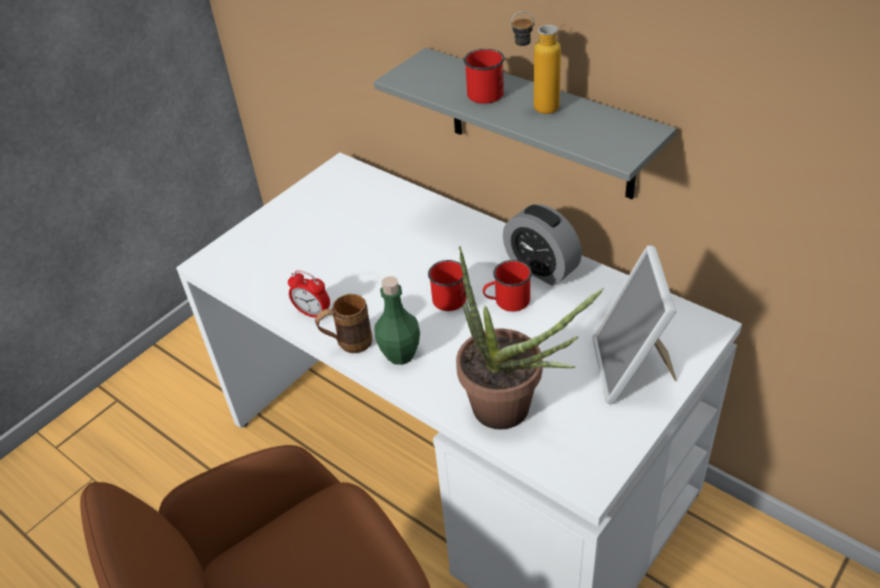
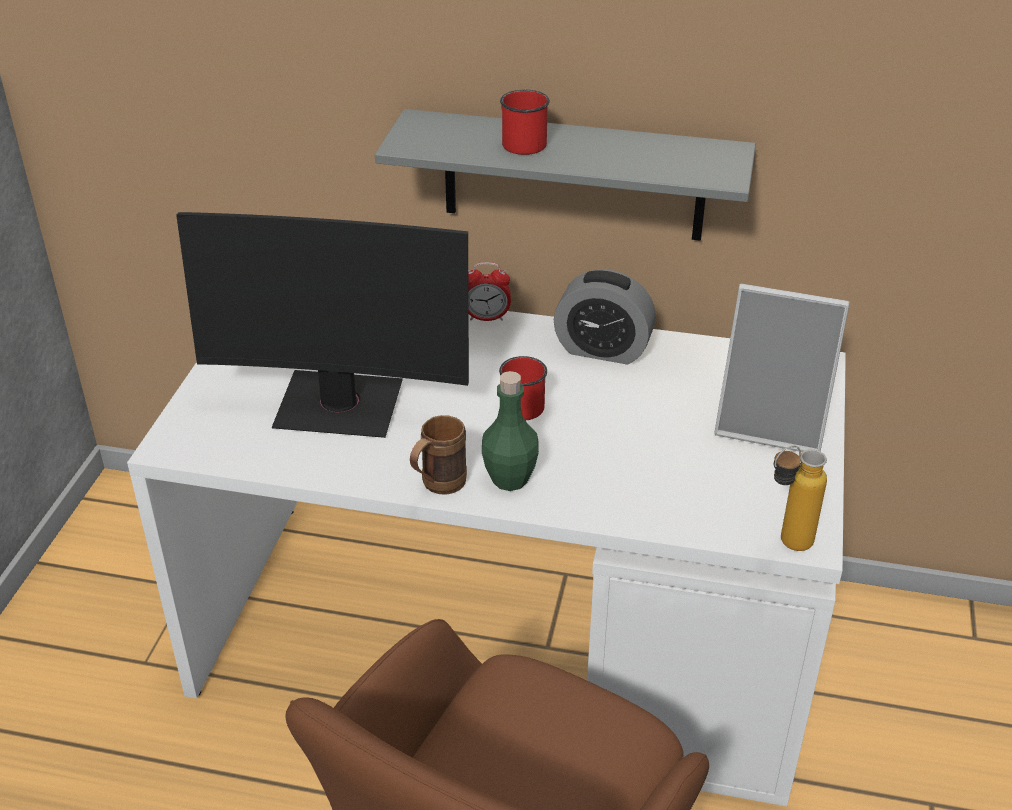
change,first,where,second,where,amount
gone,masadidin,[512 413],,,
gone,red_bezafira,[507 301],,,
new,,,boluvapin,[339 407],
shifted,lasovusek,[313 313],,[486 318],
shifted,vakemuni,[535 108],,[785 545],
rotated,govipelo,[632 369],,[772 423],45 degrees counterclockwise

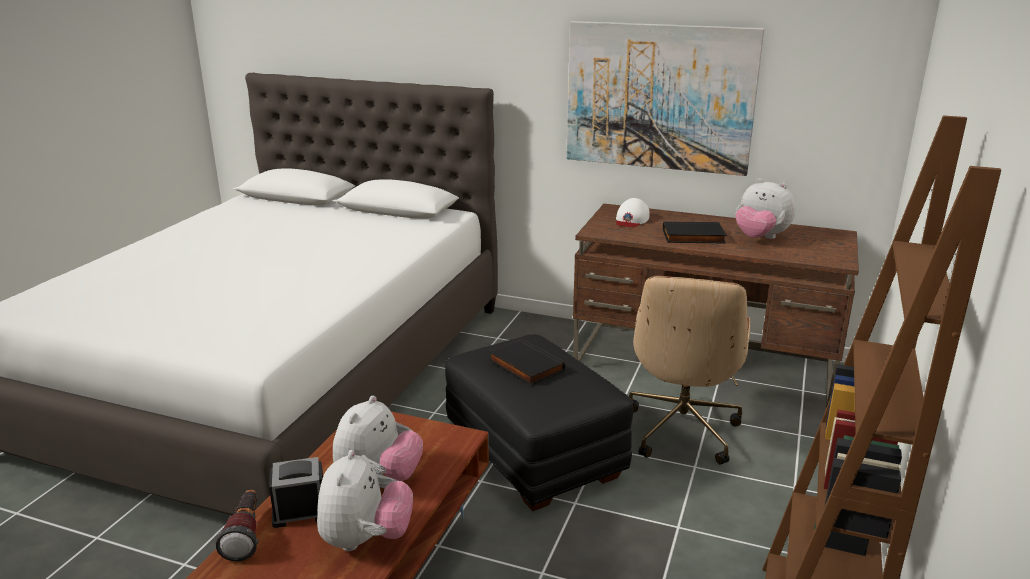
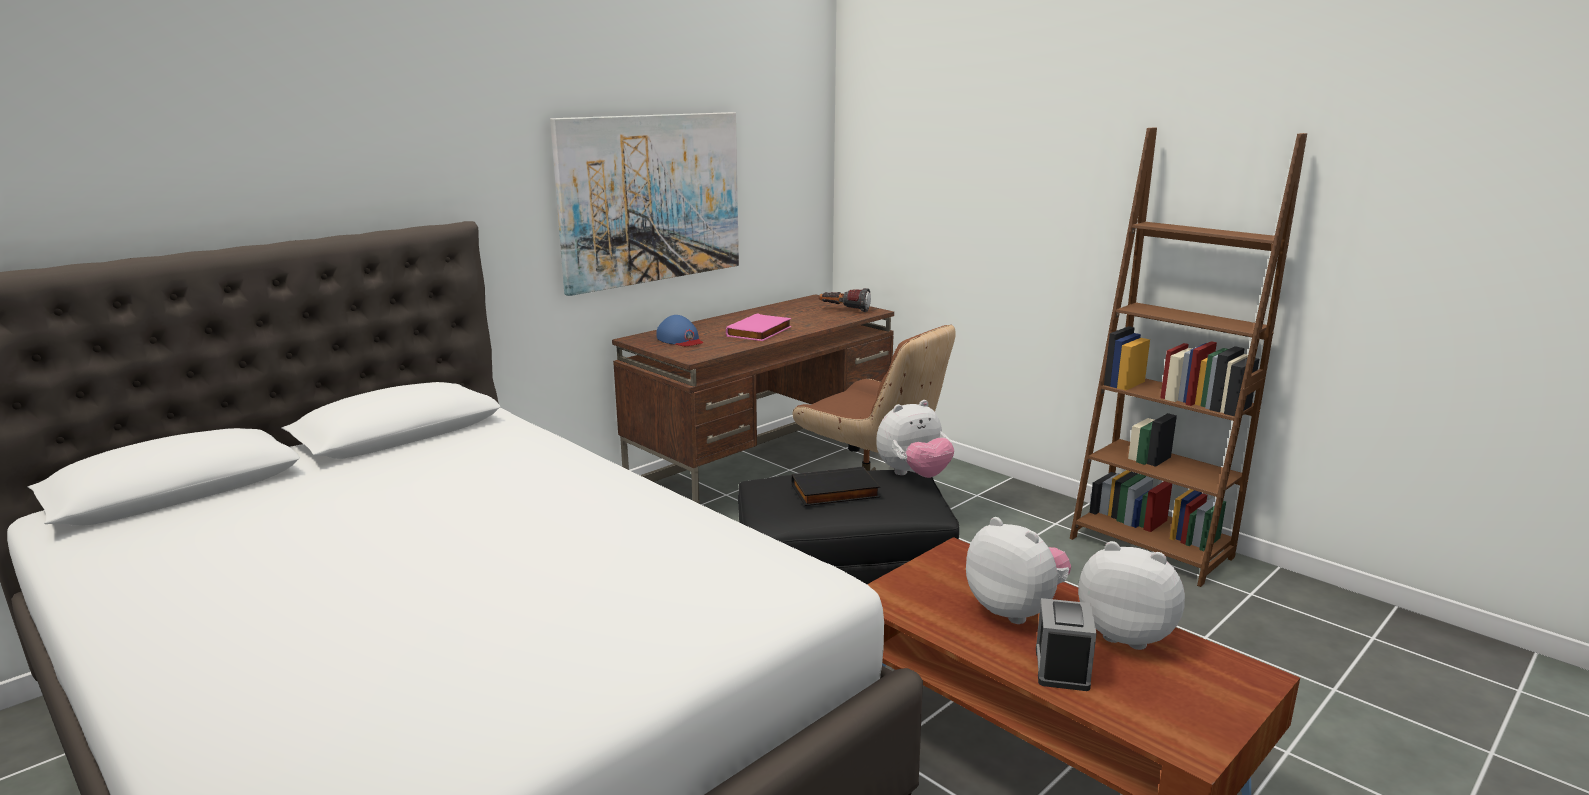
change,first,where,second,where,amount
shifted,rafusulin,[246 535],,[844 310],
shifted,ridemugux,[760 238],,[913 475],
repainted,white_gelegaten,[631 220],blue_gelegaten,[680 340],
repainted,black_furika,[693 237],pink_furika,[760 332],

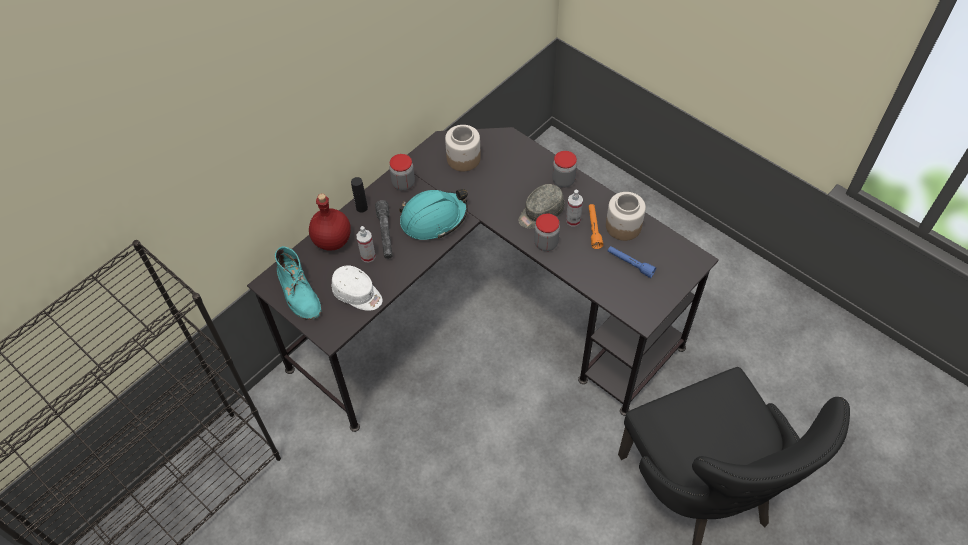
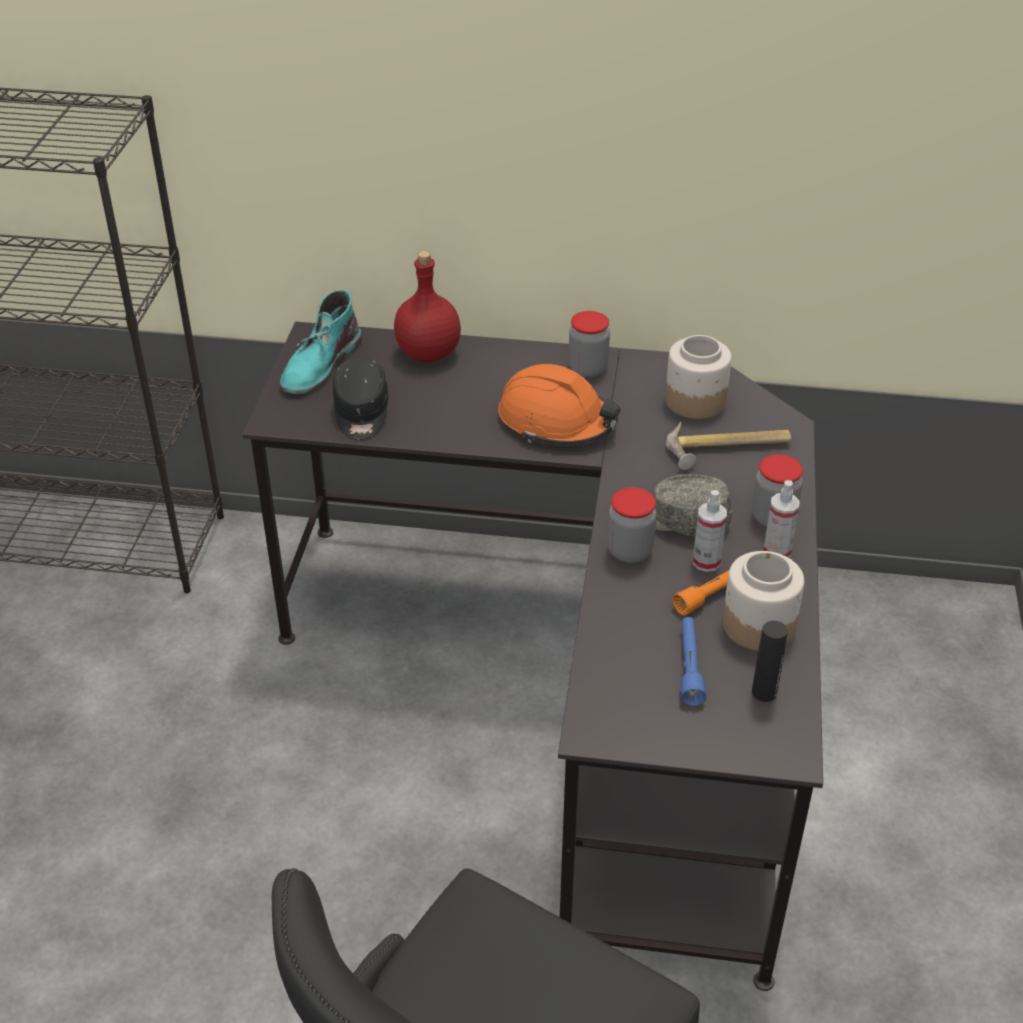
change,first,where,second,where,amount
gone,grey_rafusulin,[385 234],,,
new,,,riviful,[728 449],
shifted,black_vakemuni,[362 208],,[764 692],
shifted,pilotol,[368 256],,[777 552],
repainted,white_gelegaten,[358 294],black_gelegaten,[361 413],
repainted,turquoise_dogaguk,[434 218],orange_dogaguk,[557 421],

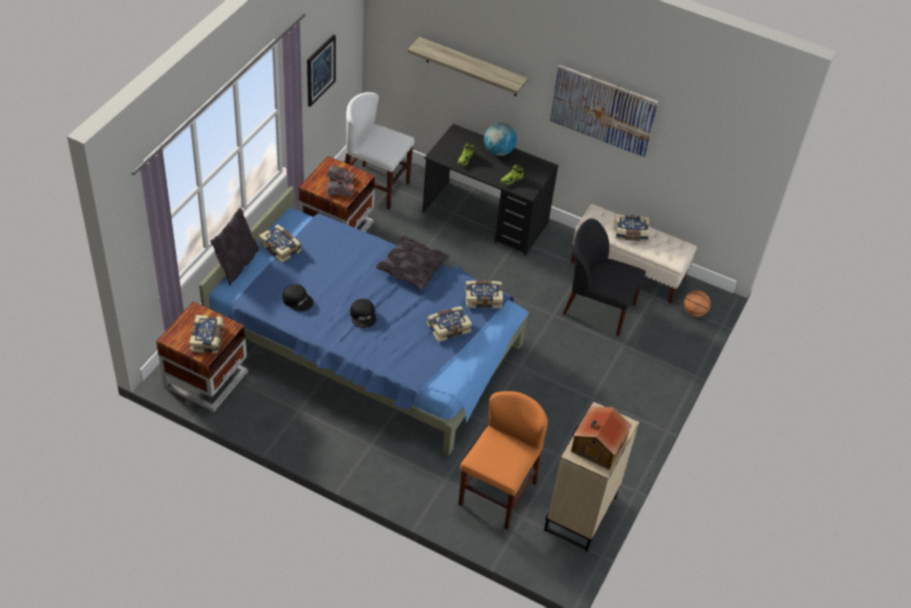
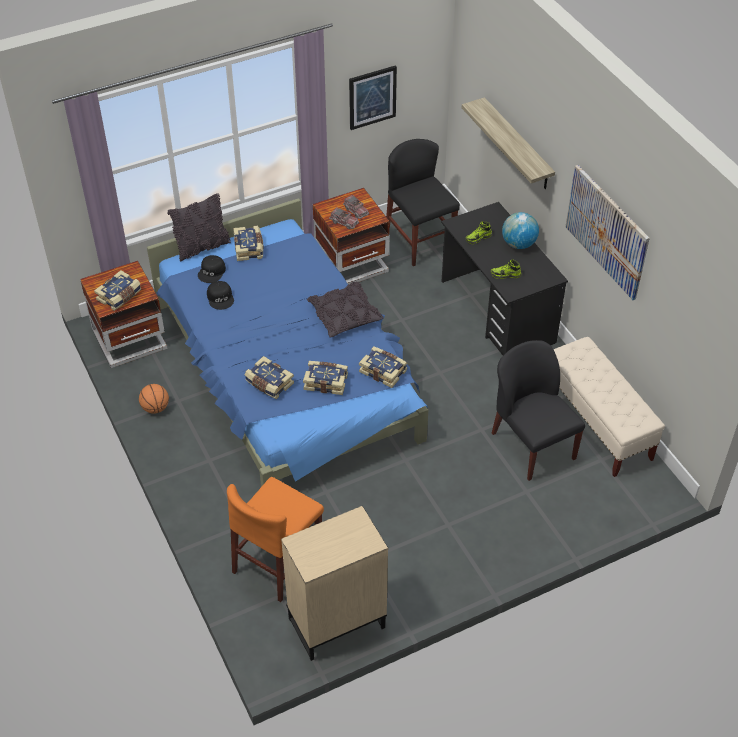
change,first,where,second,where,amount
gone,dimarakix,[597 446],,,
shifted,black_gelegaten,[363 315],,[212 272],
shifted,furika,[630 233],,[269 383],
shifted,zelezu,[694 312],,[155 408],
repainted,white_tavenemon,[376 187],black_tavenemon,[419 242],
rotated,orange_tavenemon,[497 494],,[277 562],150 degrees clockwise

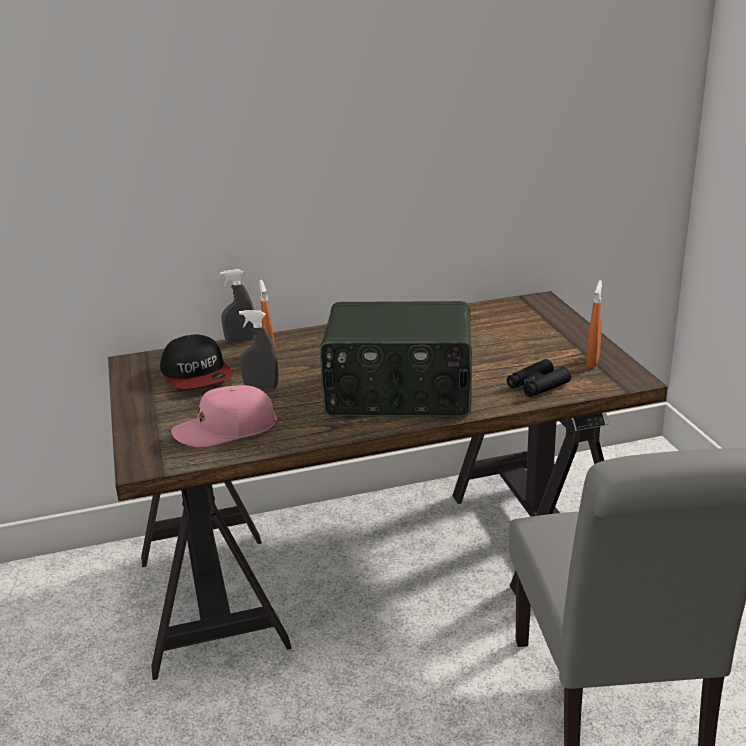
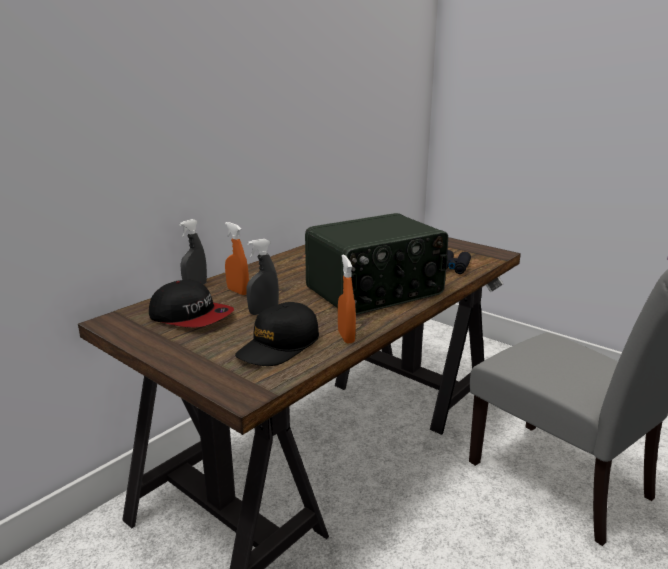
change,first,where,second,where,amount
shifted,orange_pilotol,[592 361],,[346 337],
repainted,pink_gelegaten,[225 429],black_gelegaten,[279 346],

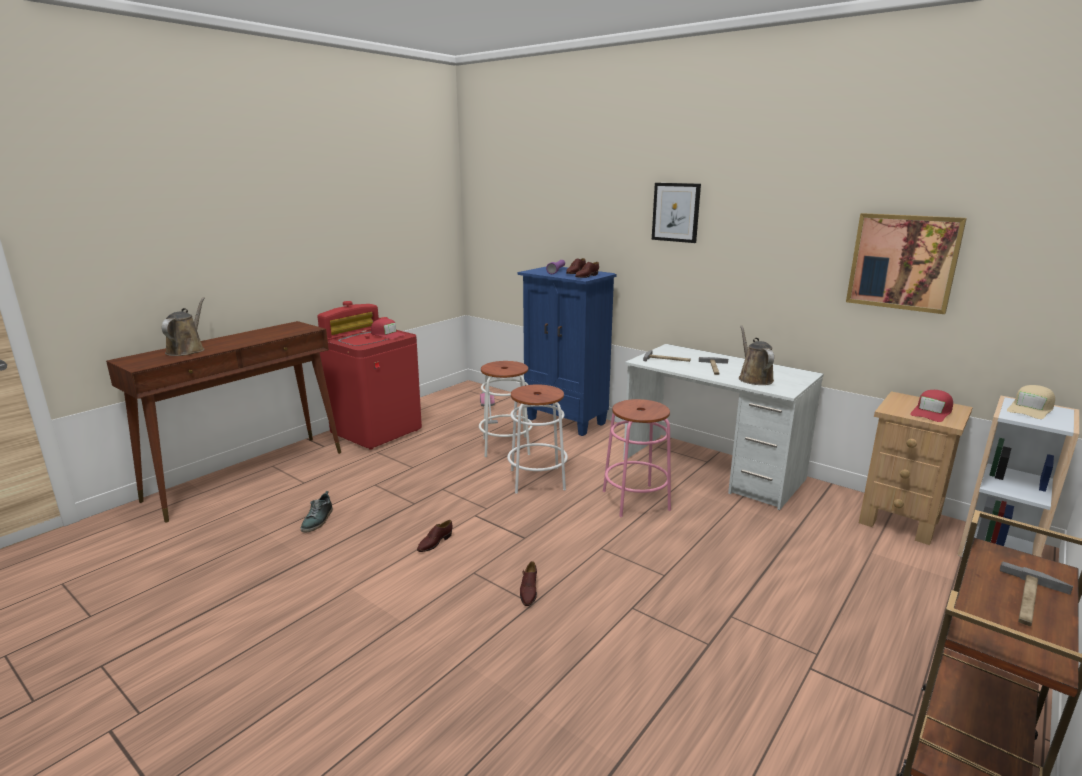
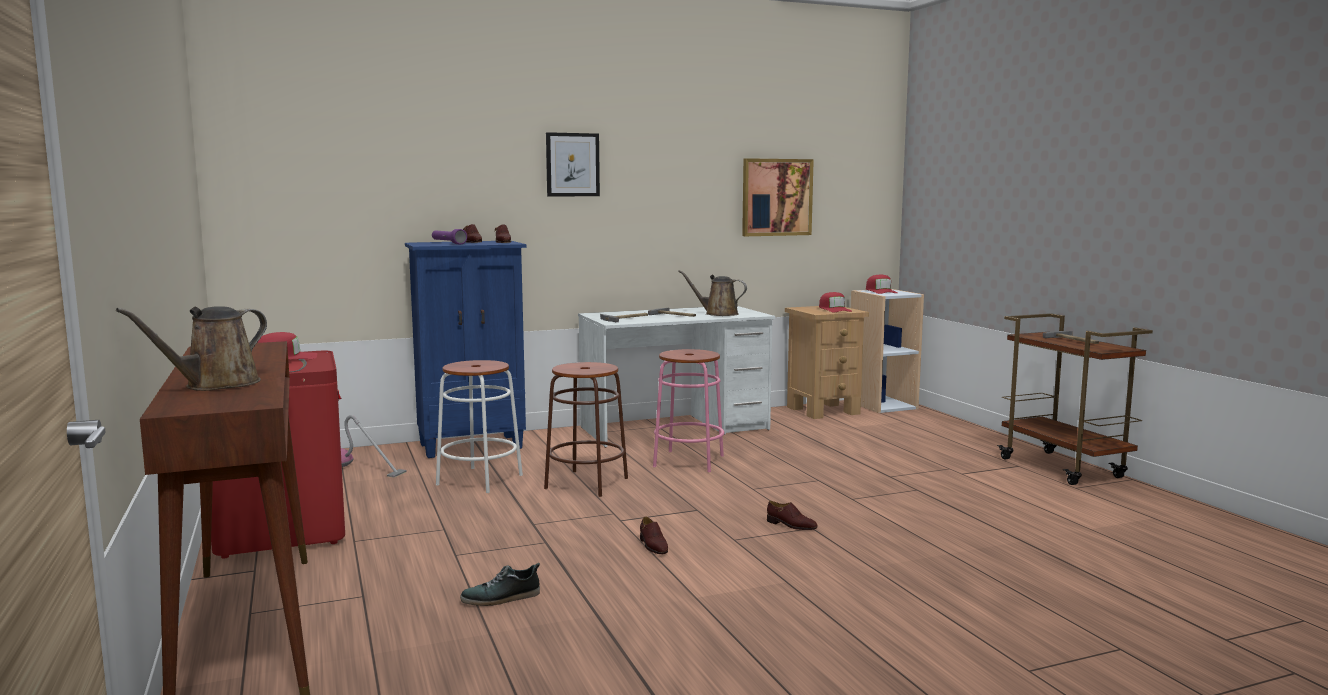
change,first,where,second,where,amount
repainted,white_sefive,[537 479],brown_sefive,[586 483],
repainted,beige_gelegaten,[1030 409],red_gelegaten,[880 291],
rotated,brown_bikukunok,[187 350],,[216 385],90 degrees counterclockwise
rotated,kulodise,[318 520],,[501 598],120 degrees clockwise

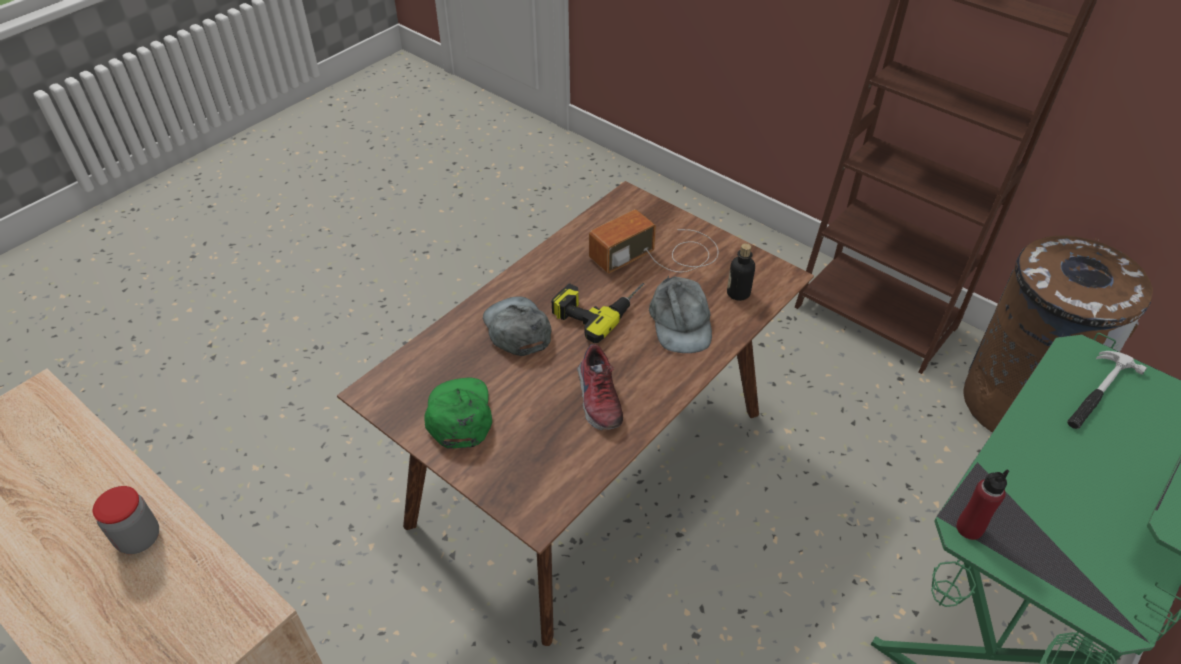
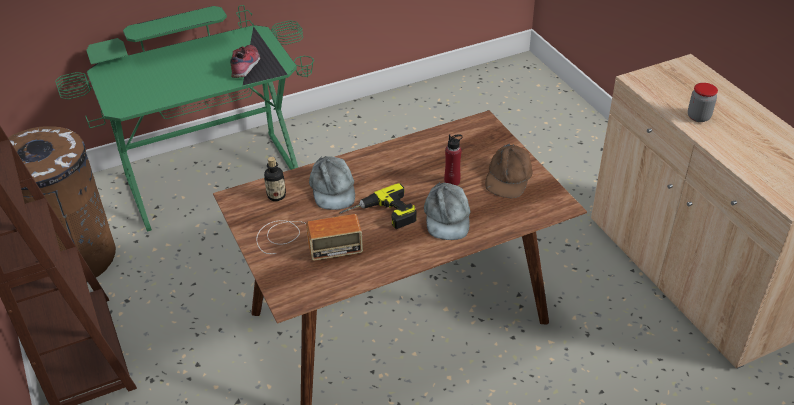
change,first,where,second,where,amount
gone,riviful,[1097 393],,,
shifted,kulodise,[597 398],,[246 66],
shifted,red_vakemuni,[969 528],,[452 181],
repainted,green_gelegaten,[459 415],brown_gelegaten,[508 177],
rotated,grey_gelegaten,[680 322],,[332 189],150 degrees clockwise

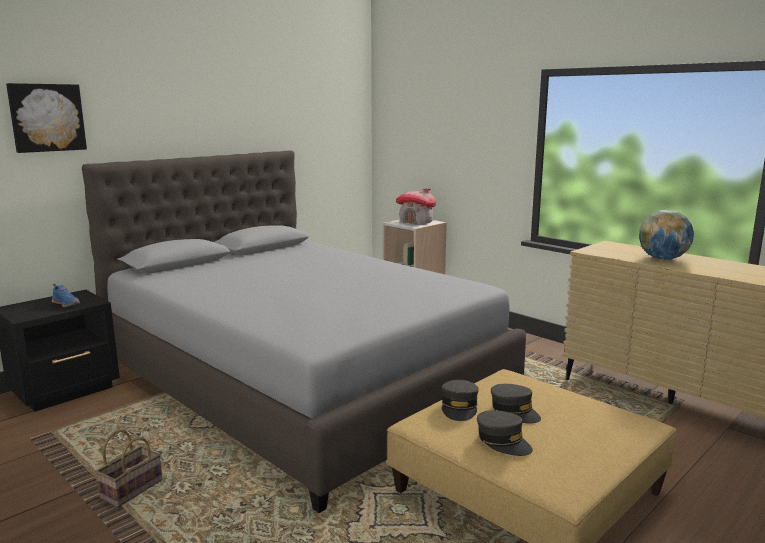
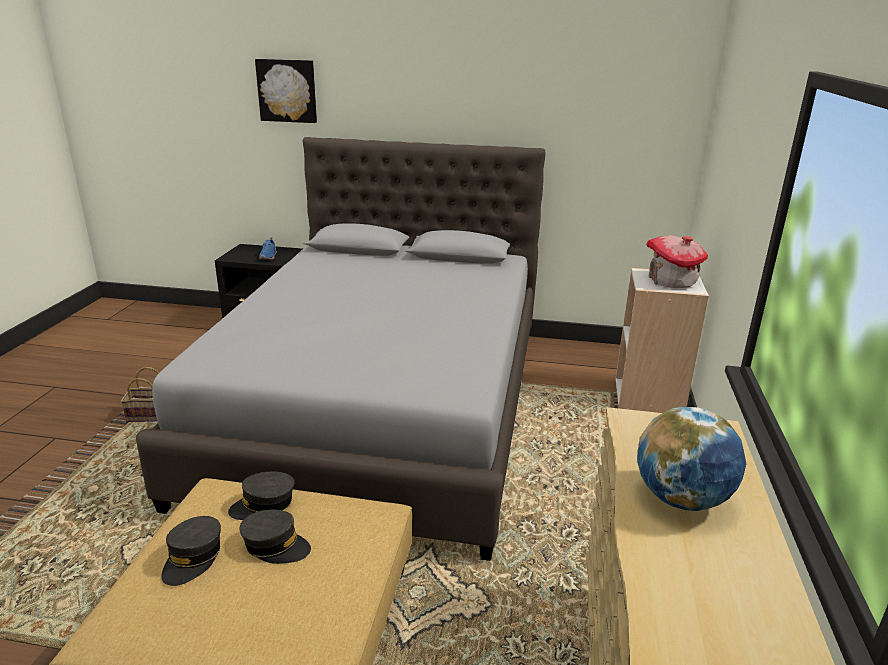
change,first,where,second,where,amount
rotated,grey_gelegaten,[514 411],,[275 545],90 degrees counterclockwise

